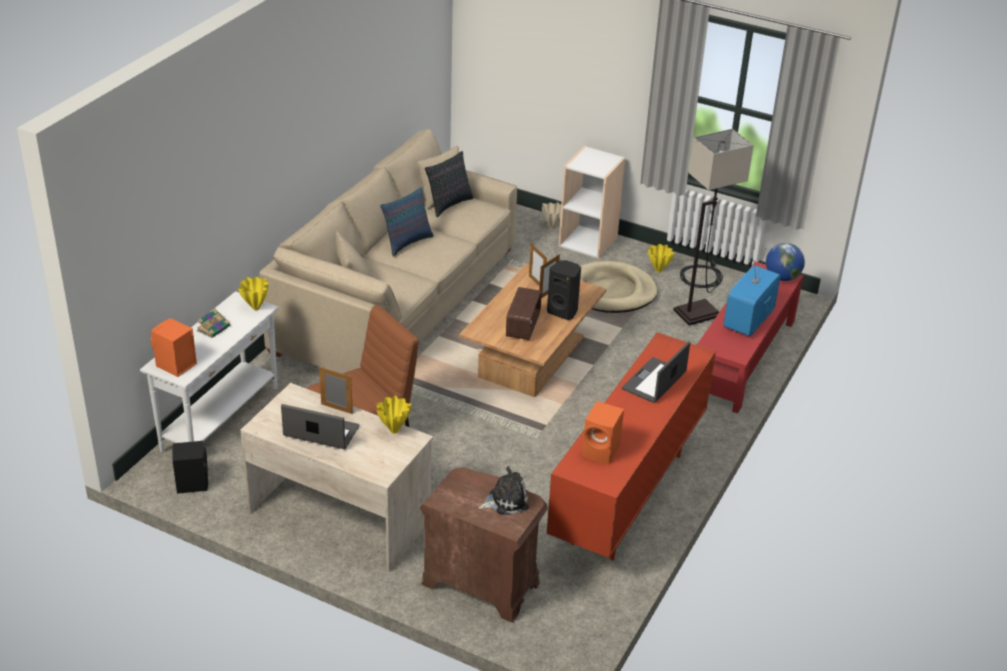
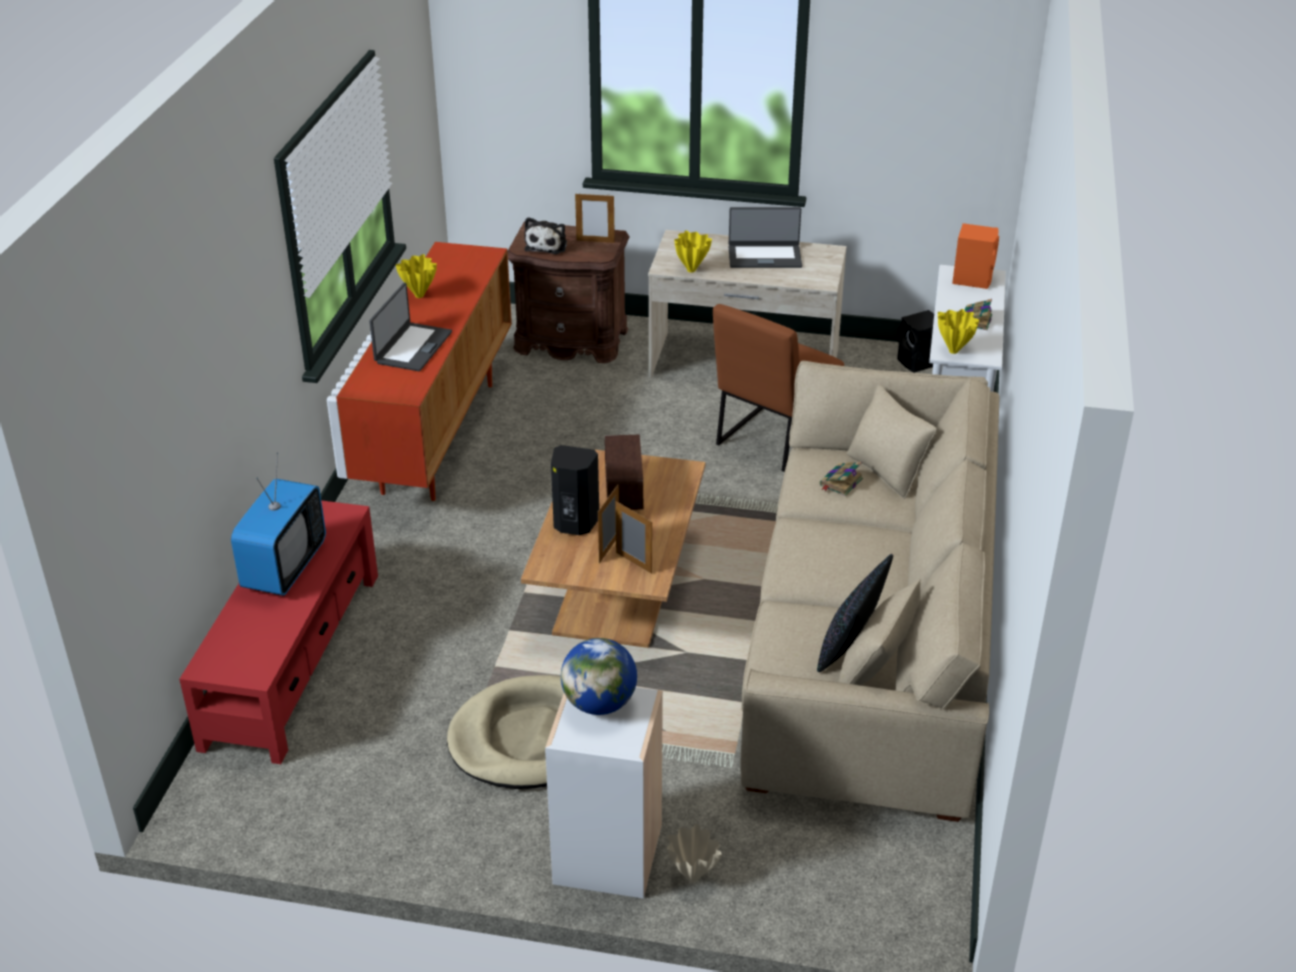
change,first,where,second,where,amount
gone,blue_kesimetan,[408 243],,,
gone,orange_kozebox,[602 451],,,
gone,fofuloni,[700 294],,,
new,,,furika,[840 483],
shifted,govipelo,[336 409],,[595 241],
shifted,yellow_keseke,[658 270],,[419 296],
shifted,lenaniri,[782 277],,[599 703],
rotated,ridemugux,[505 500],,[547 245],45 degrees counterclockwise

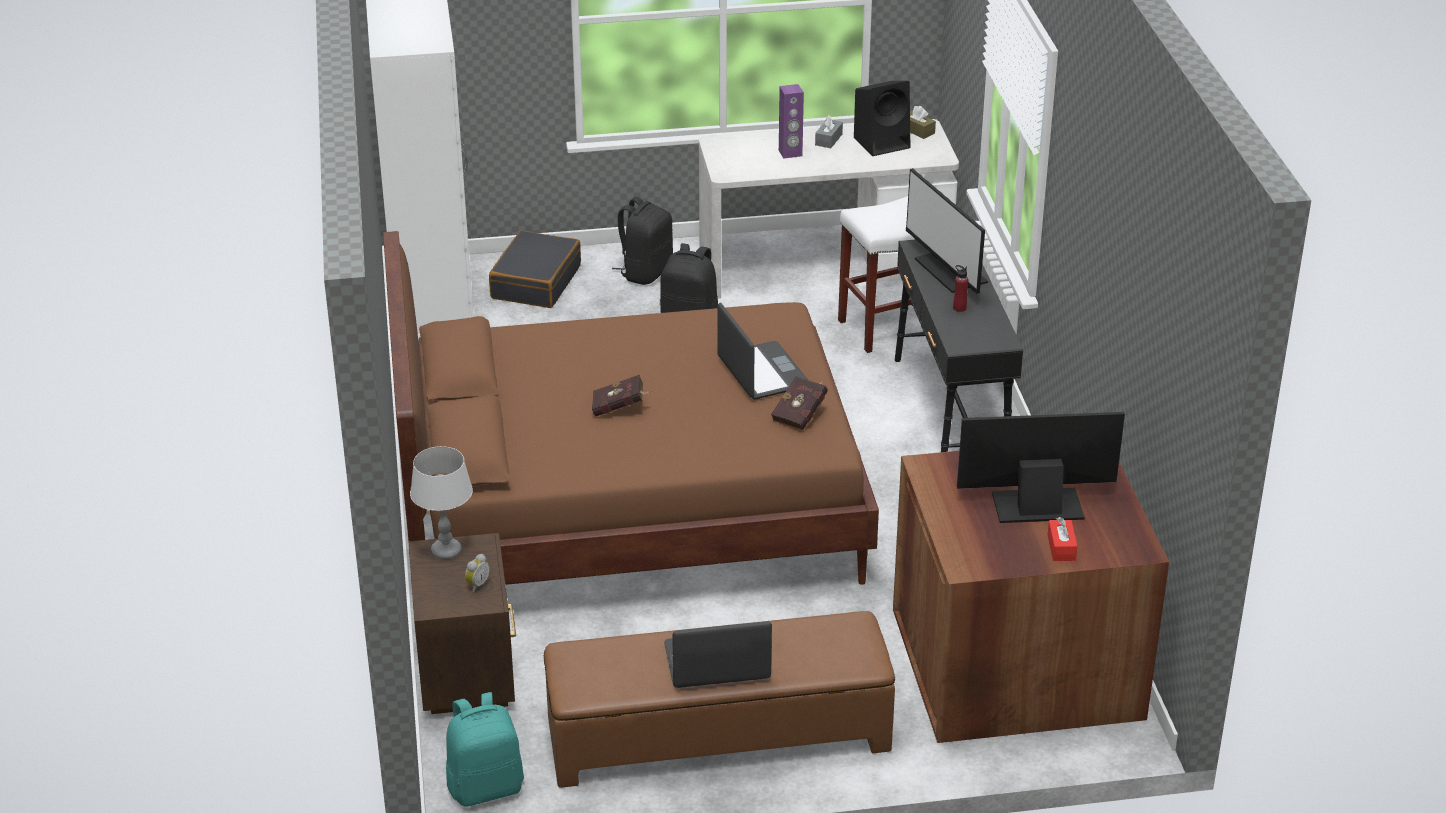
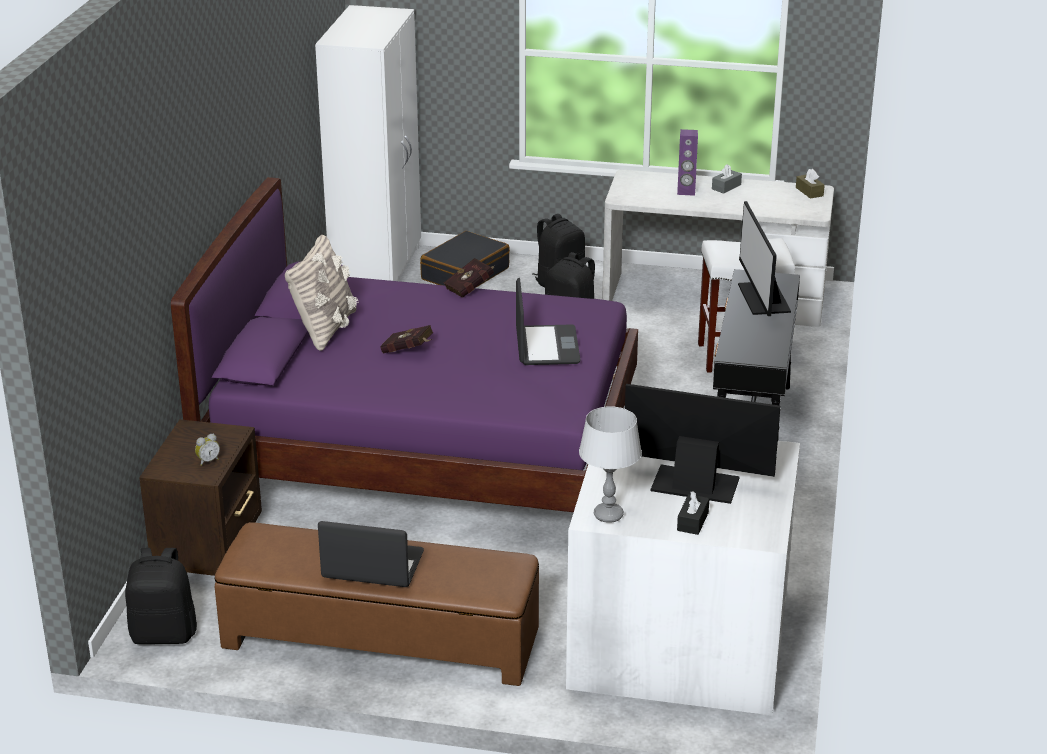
change,first,where,second,where,amount
gone,black_kozebox,[883 142],,,
gone,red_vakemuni,[959 308],,,
new,,,beige_kesimetan,[326 330],
shifted,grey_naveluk,[446 551],,[608 515],
shifted,red_furika,[801 414],,[471 288],
repainted,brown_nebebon,[627 509],purple_nebebon,[424 451],
repainted,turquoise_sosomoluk,[486 787],black_sosomoluk,[164 634],
repainted,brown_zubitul,[1014 661],white_zubitul,[679 639],
repainted,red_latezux,[1061 547],black_latezux,[692 521],

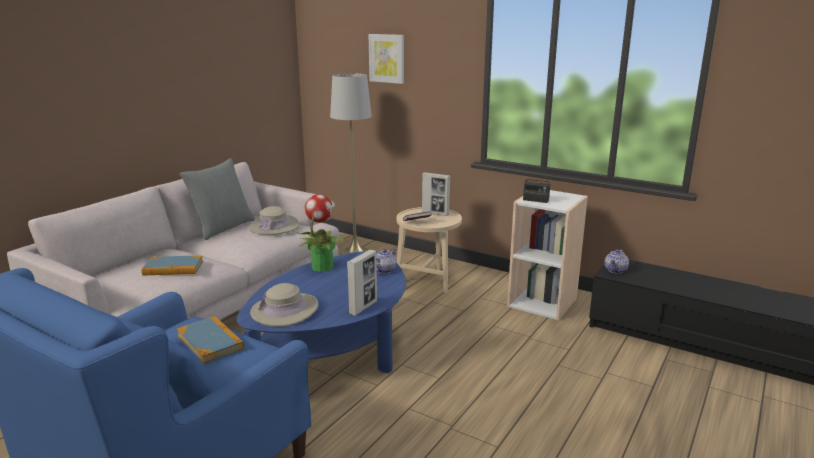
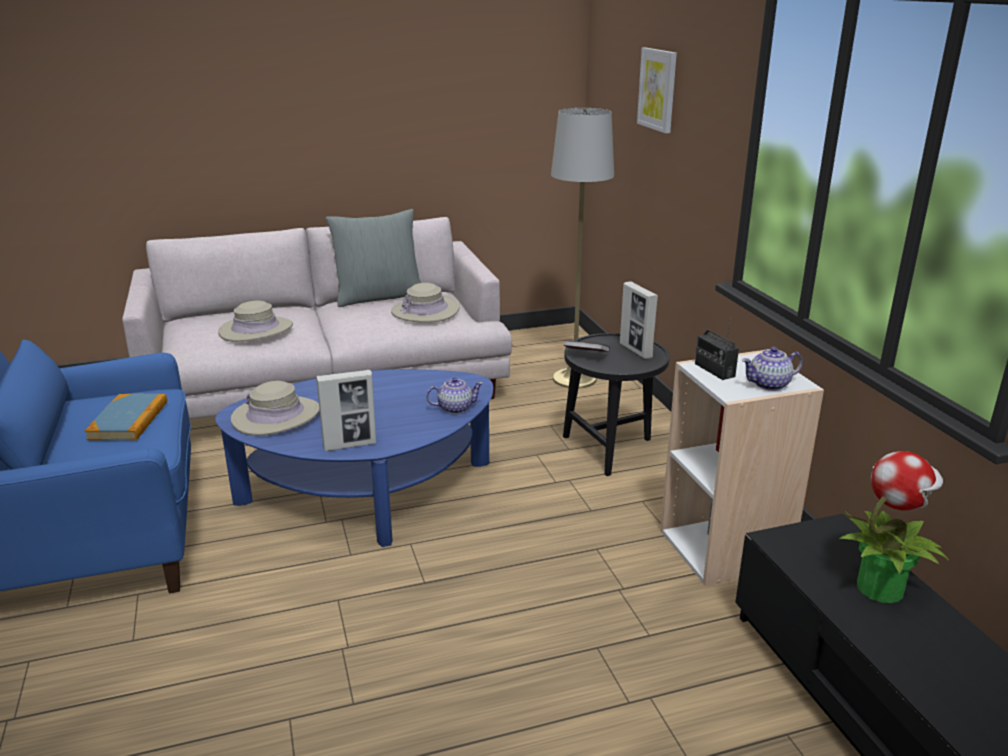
change,first,where,second,where,amount
shifted,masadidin,[322 266],,[880 587],
shifted,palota,[616 270],,[770 384],
swapped,furika,[173 268],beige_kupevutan,[256 330],
repainted,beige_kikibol,[428 280],black_kikibol,[610 448],

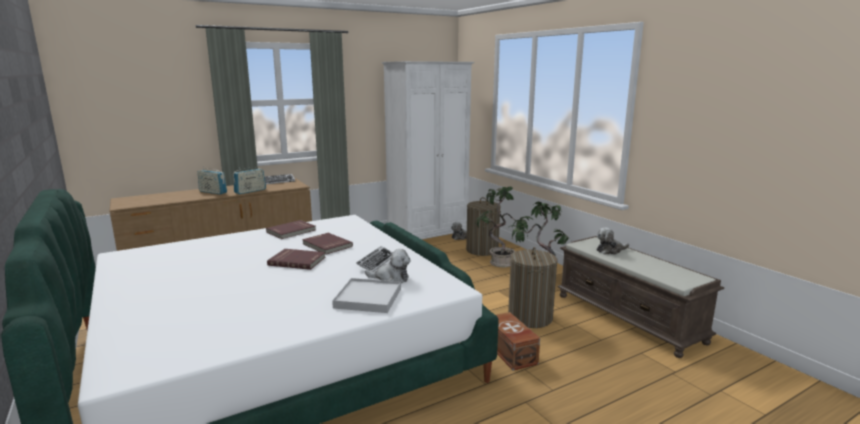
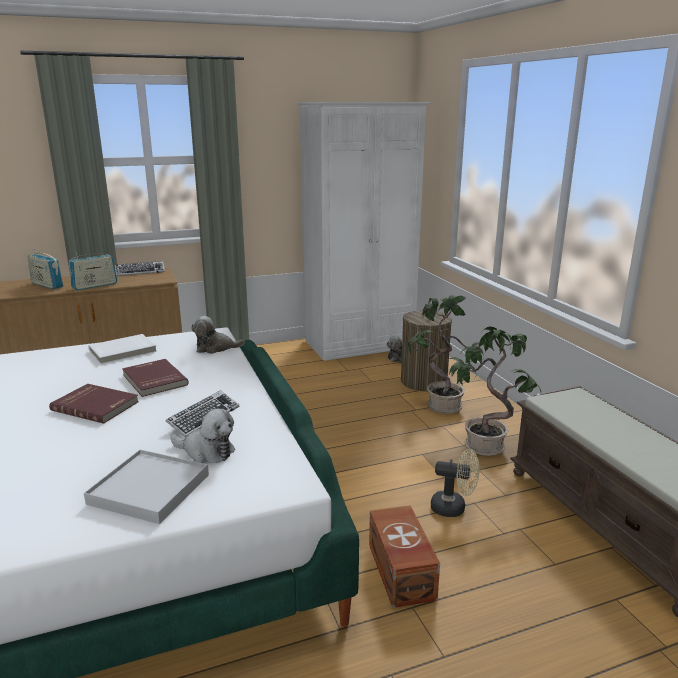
change,first,where,second,where,amount
shifted,ridemugux,[610 250],,[215 348],
swapped,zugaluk,[530 317],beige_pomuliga,[454 508],
repainted,red_furika,[291 231],white_furika,[123 351],

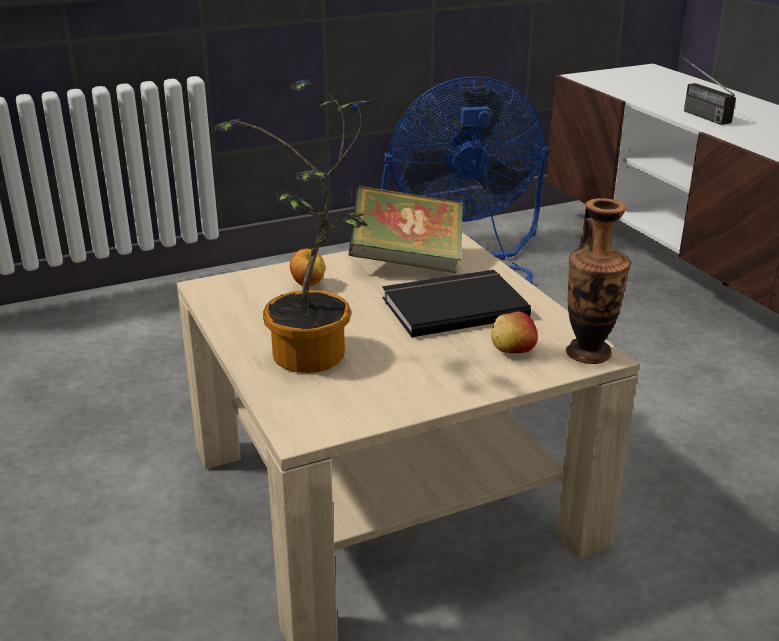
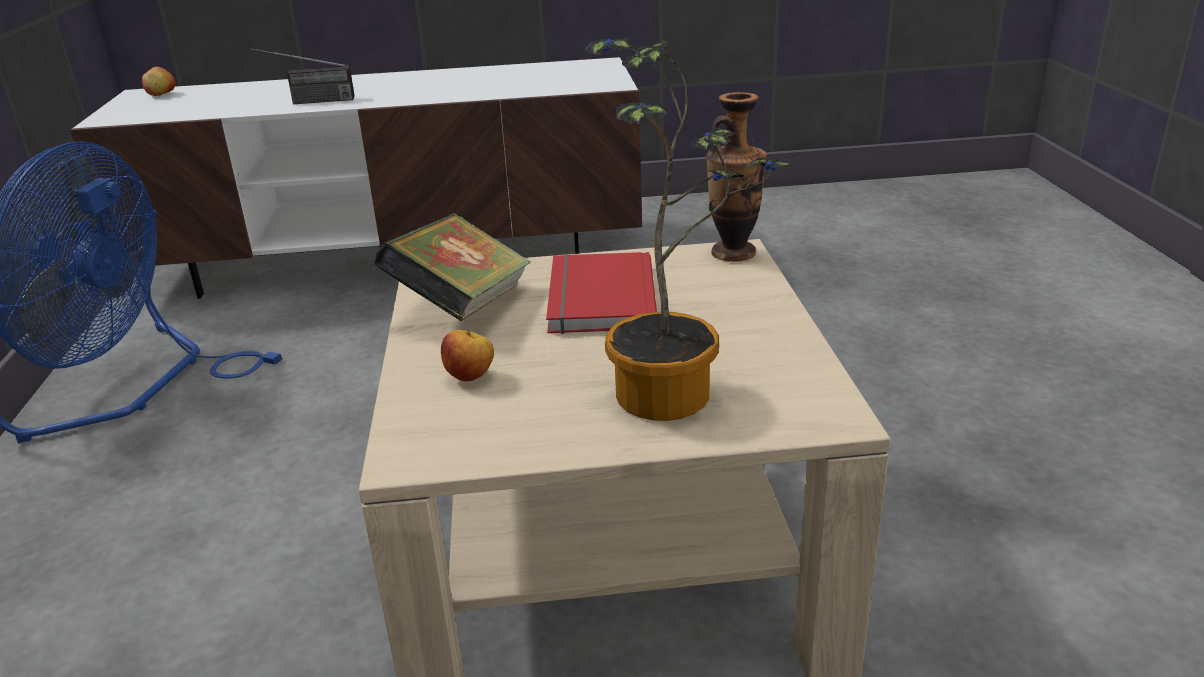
change,first,where,second,where,amount
shifted,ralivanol,[512 350],,[161 94],
repainted,black_furika,[452 306],red_furika,[596 298],

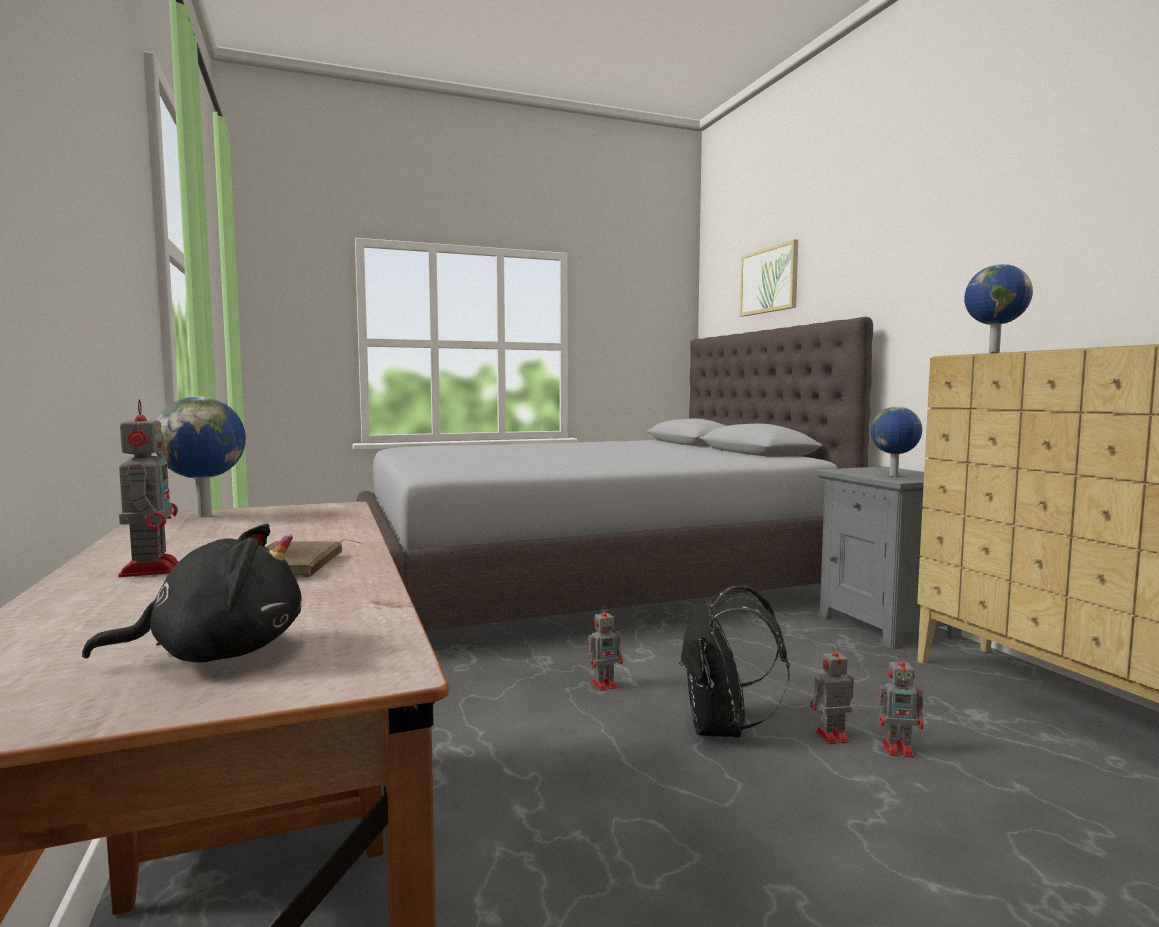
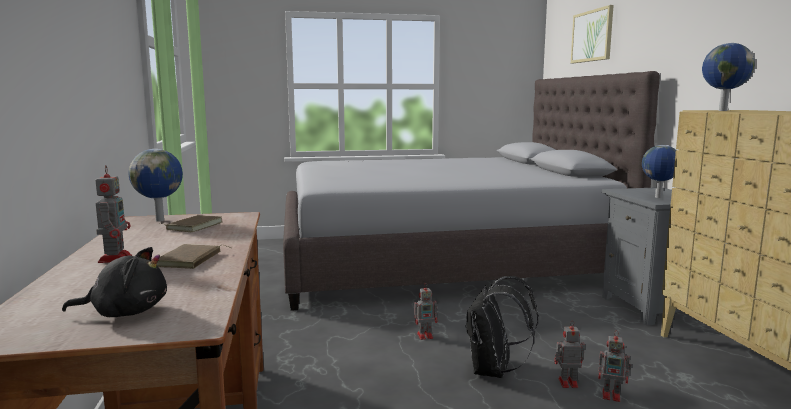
change,first,where,second,where,amount
new,,,brown_furika,[193 226],

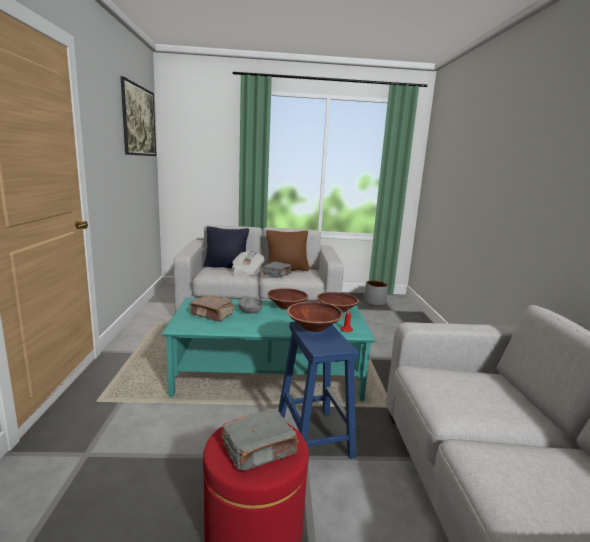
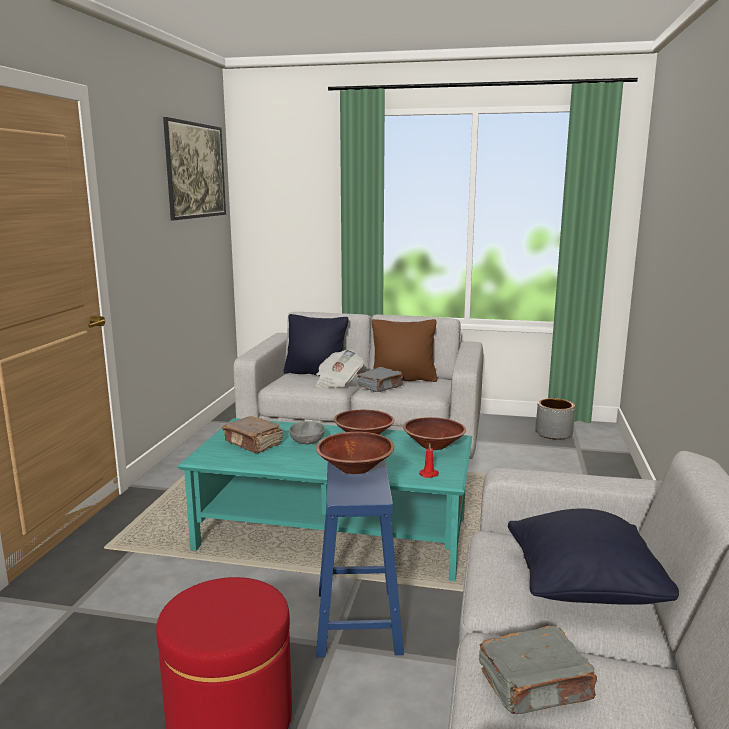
change,first,where,second,where,amount
new,,,black_kesimetan,[583 590],
shifted,grey_furika,[260 450],,[536 686],

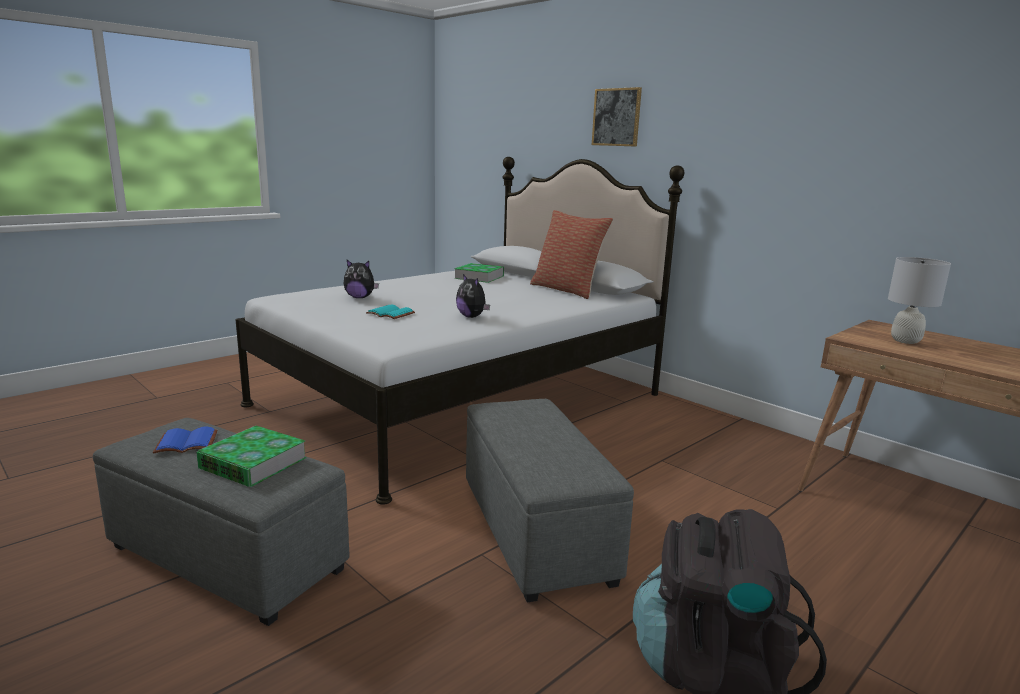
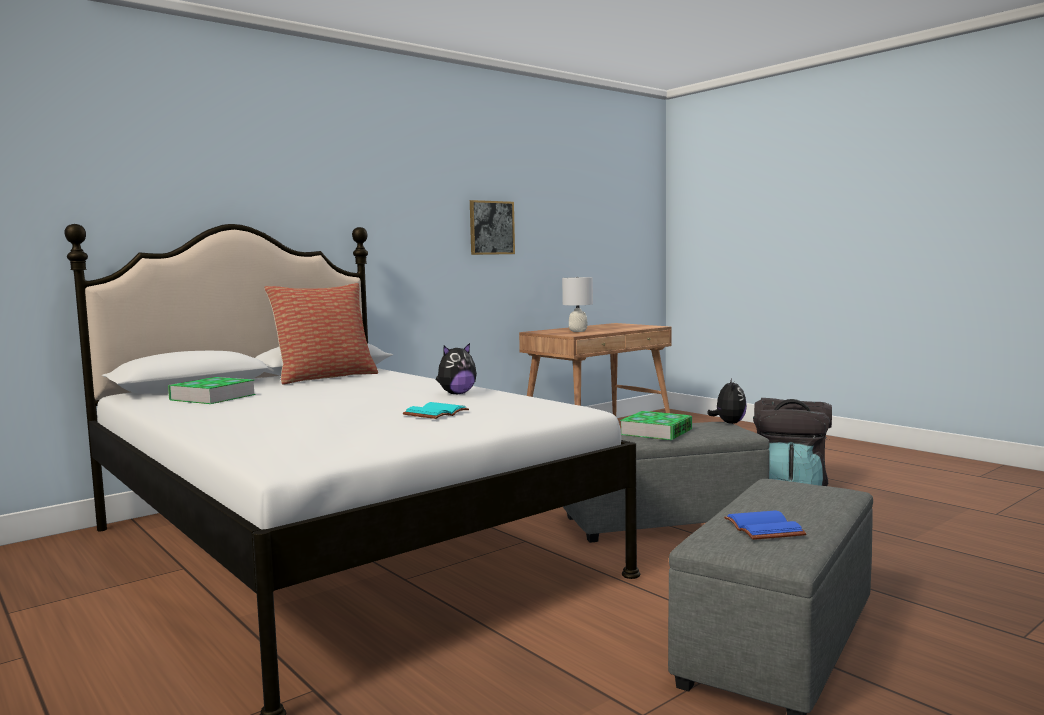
change,first,where,second,where,amount
shifted,furika,[253 463],,[656 432],
shifted,ridemugux,[360 297],,[728 423],
shifted,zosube,[616 117],,[491 227],

